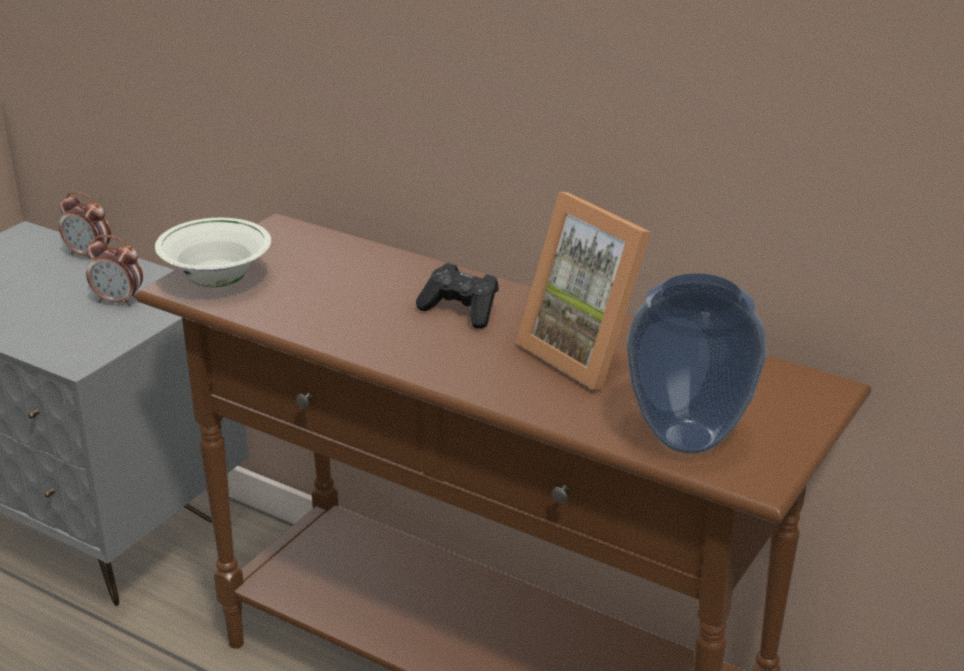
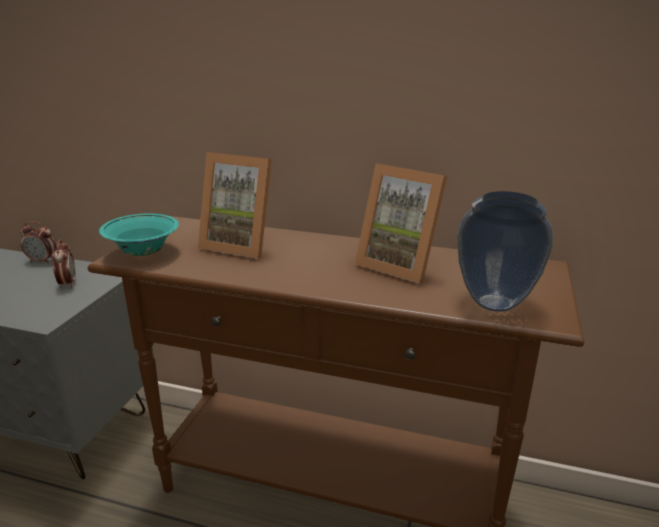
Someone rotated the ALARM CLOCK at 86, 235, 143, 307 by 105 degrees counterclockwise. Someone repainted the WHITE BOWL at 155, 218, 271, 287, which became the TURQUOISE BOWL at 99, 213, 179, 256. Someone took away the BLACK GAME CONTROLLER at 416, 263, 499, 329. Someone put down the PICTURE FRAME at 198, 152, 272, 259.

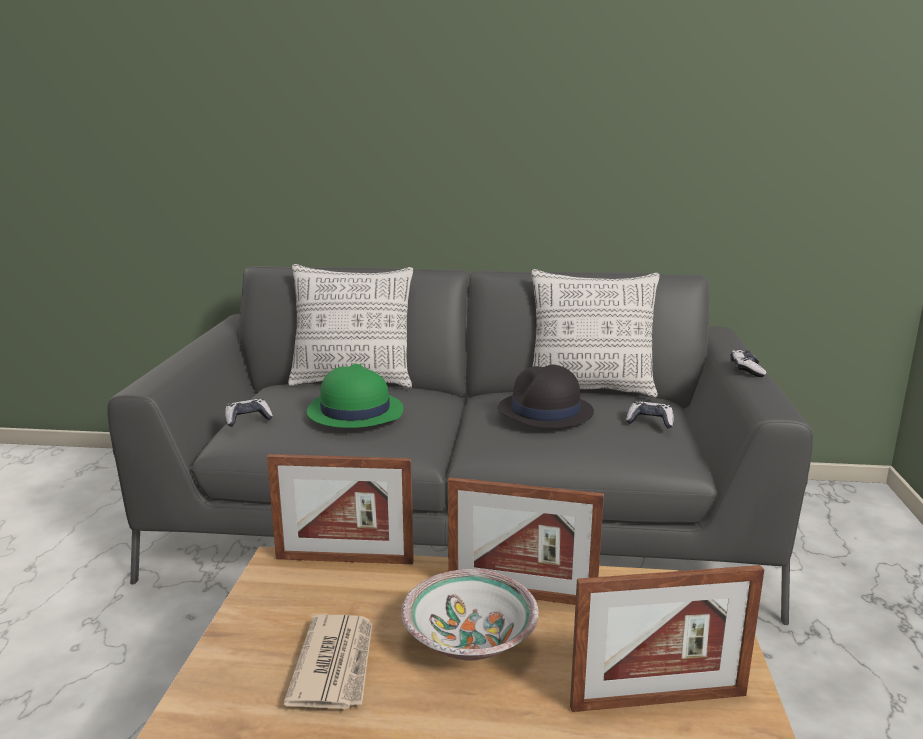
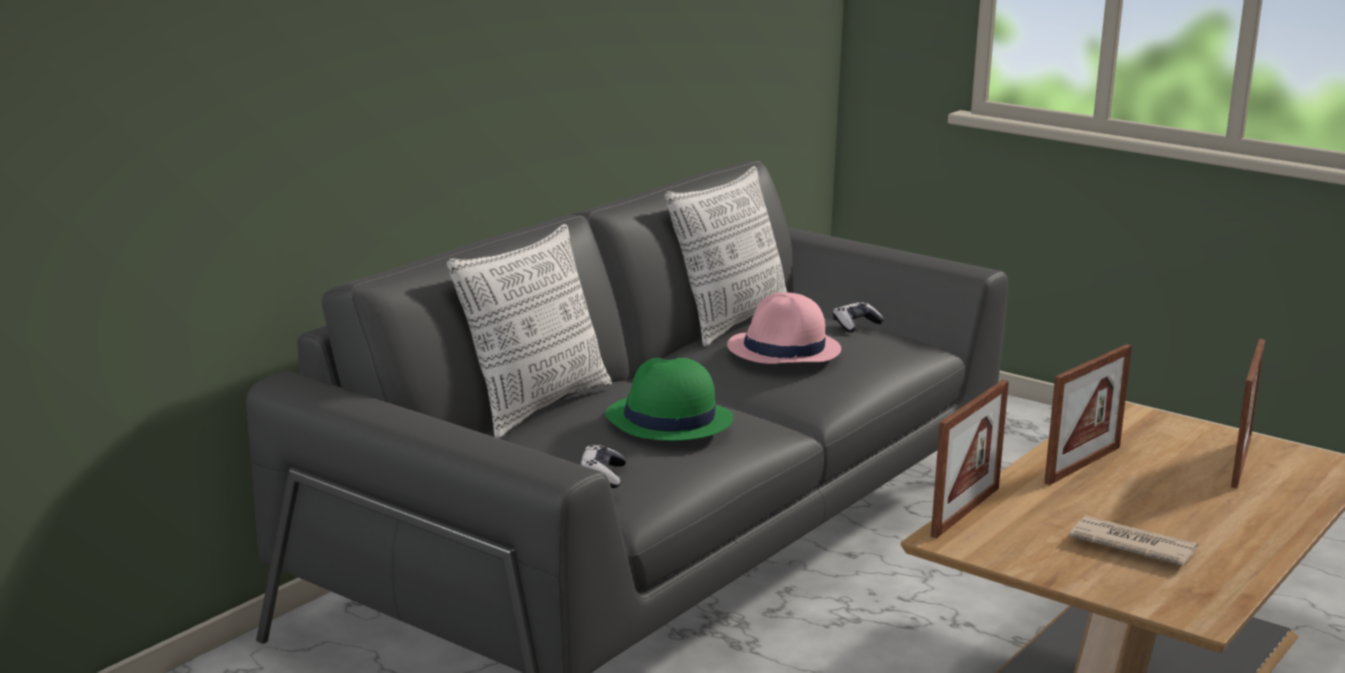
Someone took away the BOWL at 401, 569, 539, 661. Someone repainted the BLACK HAT at 498, 364, 594, 428, which became the PINK HAT at 727, 292, 841, 364. Someone took away the GAME CONTROLLER at 730, 349, 766, 377.

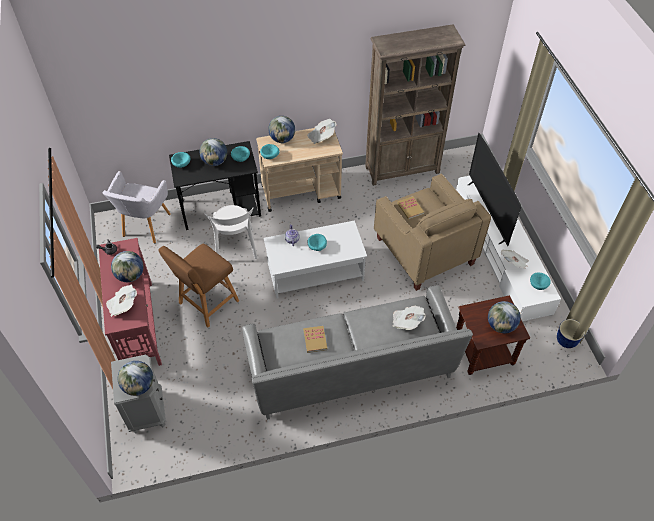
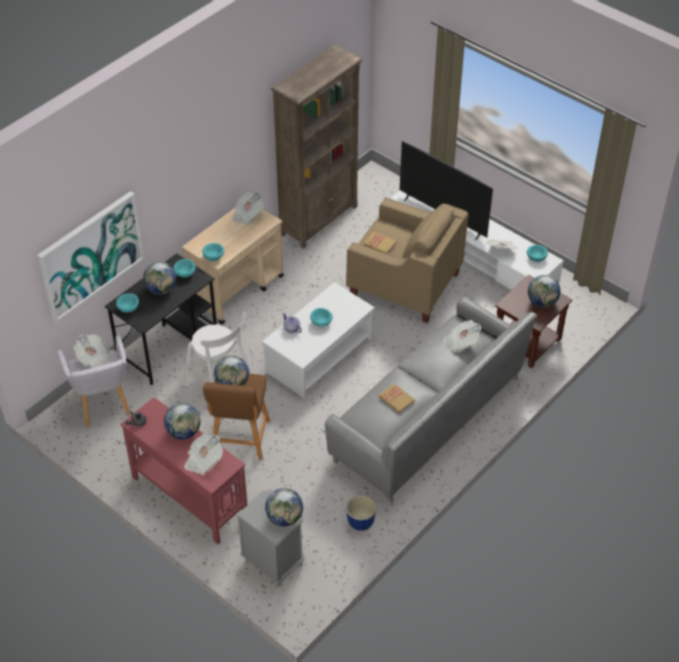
Someone carried the GLOBE from 268, 116, 295, 143 to 214, 355, 249, 386. Someone carried the PLANTER from 557, 319, 585, 348 to 346, 496, 376, 531. Someone put up the PICTURE at 37, 191, 144, 323. Someone put down the NEWSPAPER at 74, 334, 111, 368.

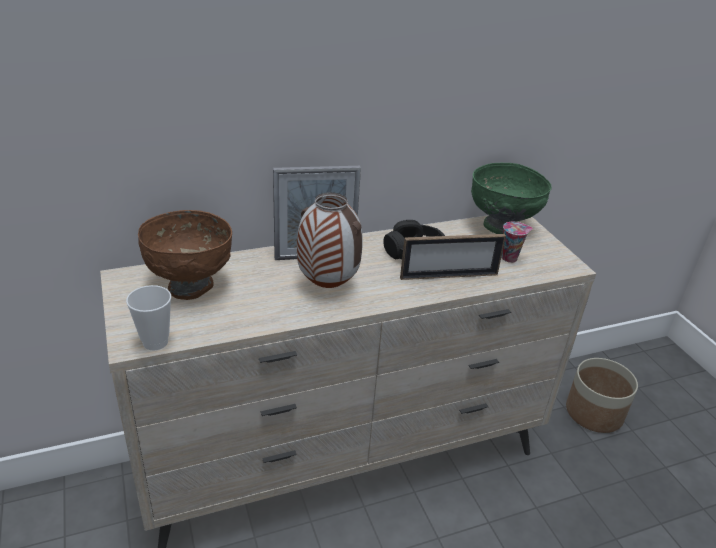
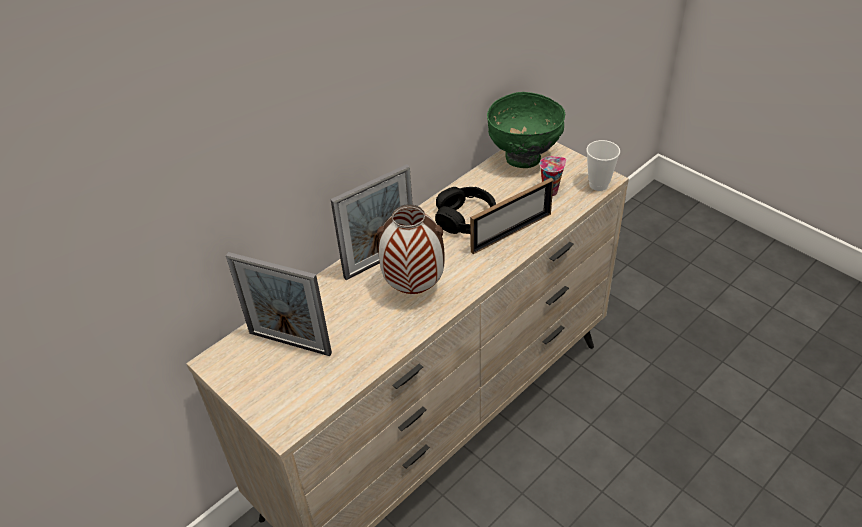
Someone carried the CUP from 126, 285, 171, 351 to 586, 140, 620, 191. Someone swapped the BROWN BOWL at 138, 210, 232, 300 for the PICTURE FRAME at 226, 252, 332, 356. Someone took away the PLANTER at 566, 358, 638, 433.

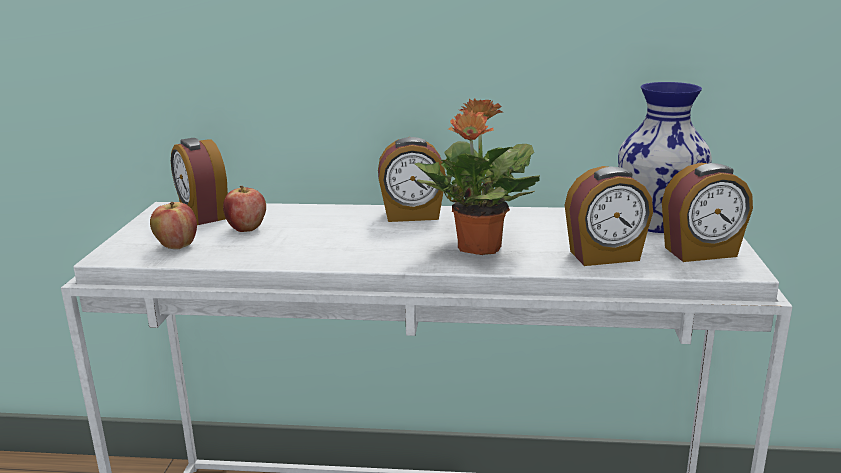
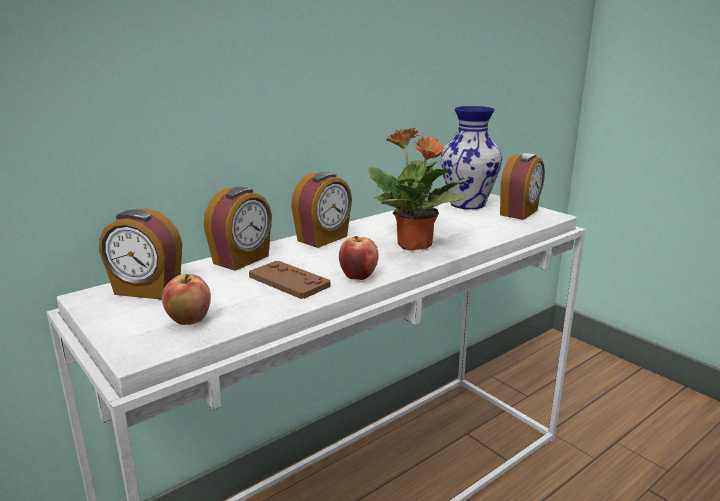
Someone carried the APPLE from 223, 186, 266, 232 to 339, 236, 379, 280. Someone carried the ALARM CLOCK from 565, 166, 653, 266 to 204, 187, 272, 271. Someone put down the BROWN GAME CONTROLLER at 249, 261, 330, 299.

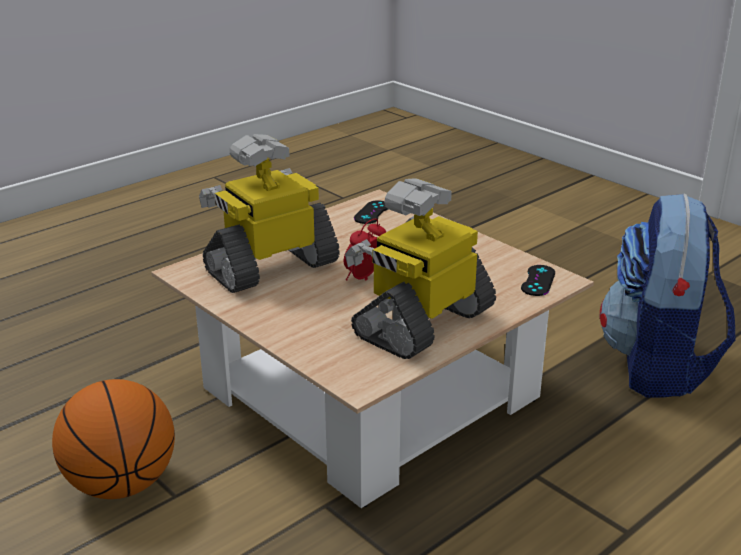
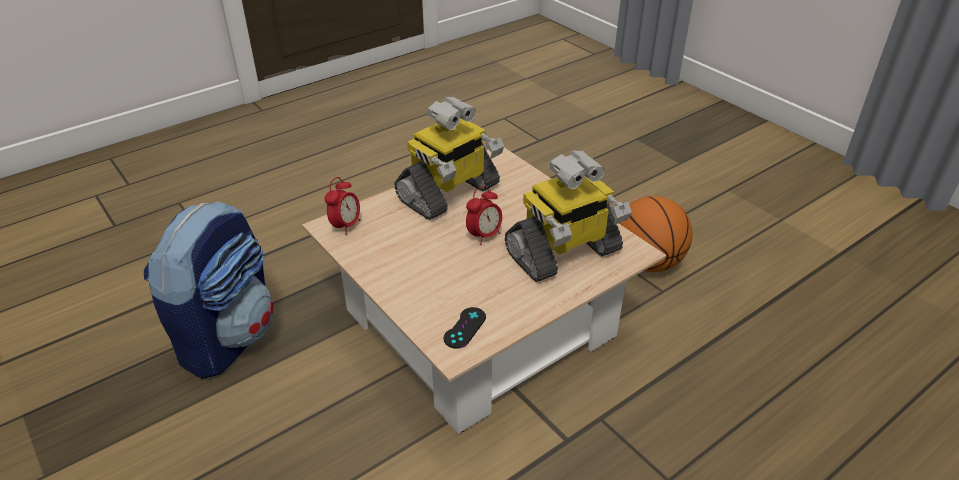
Someone swapped the BLACK GAME CONTROLLER at 521, 265, 555, 296 for the ALARM CLOCK at 324, 177, 360, 235.

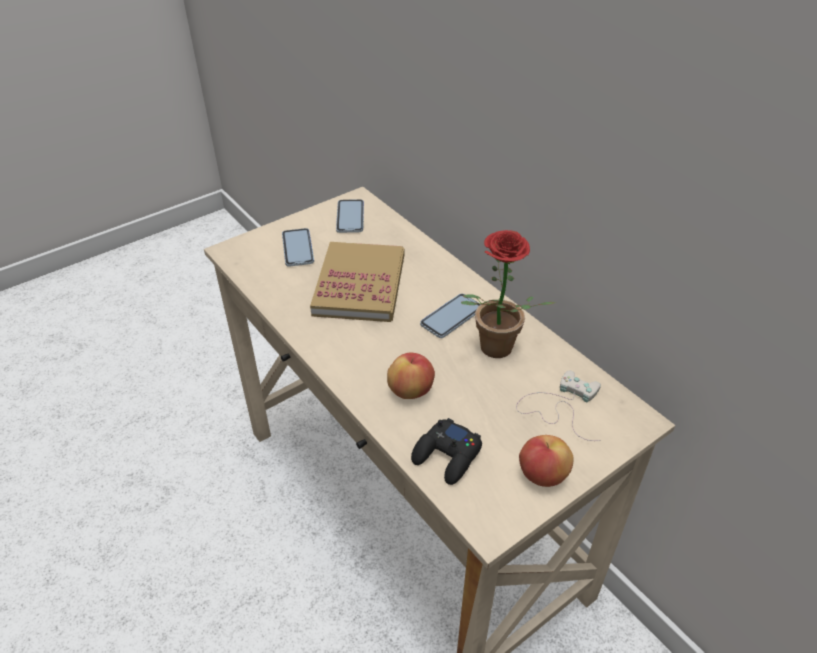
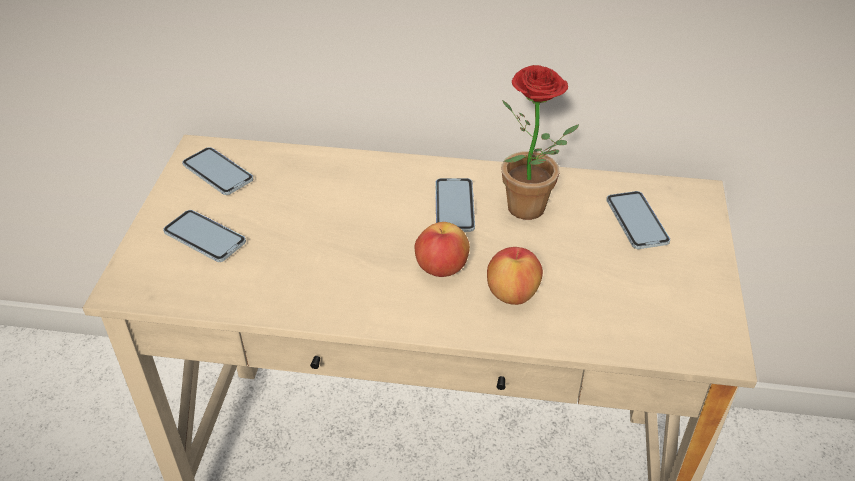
Someone took away the BOOK at 310, 242, 404, 322. Someone took away the BLACK GAME CONTROLLER at 411, 418, 482, 485. Someone swapped the WHITE GAME CONTROLLER at 516, 370, 601, 441 for the PHONE at 606, 191, 670, 249. Someone carried the APPLE from 519, 435, 574, 487 to 415, 222, 470, 277.

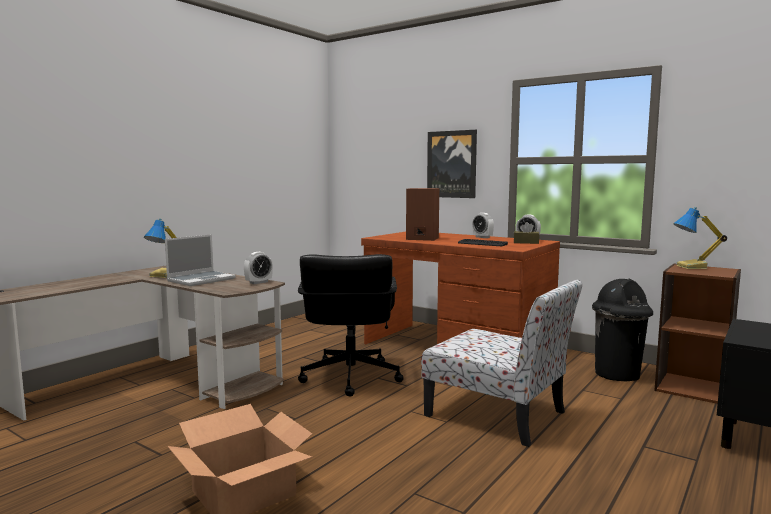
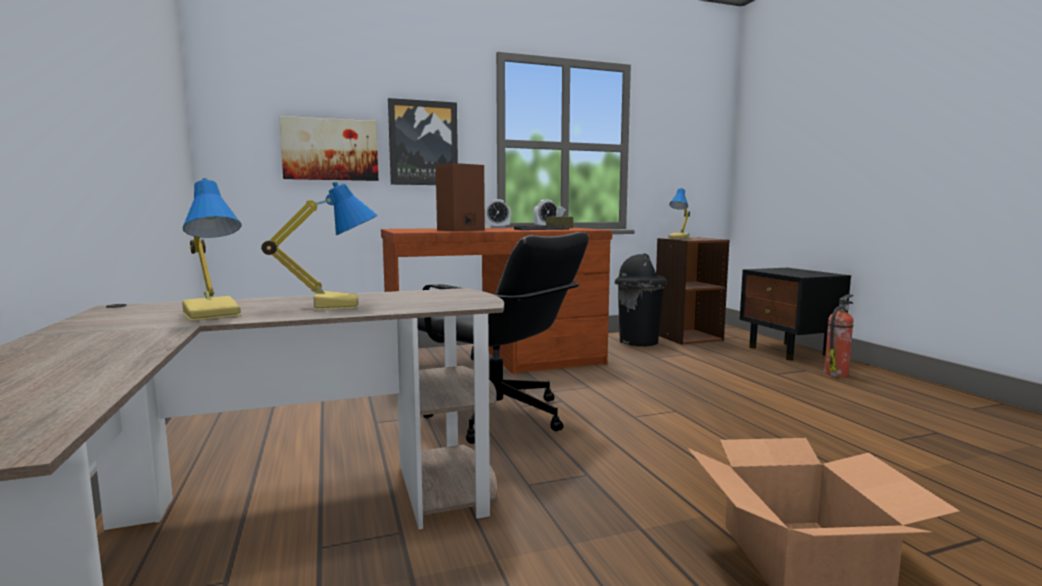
Someone swapped the LAPTOP at 165, 234, 236, 286 for the TABLE LAMP at 261, 181, 378, 310. Someone took away the ALARM CLOCK at 244, 252, 273, 284. Someone took away the CHAIR at 421, 280, 582, 447. Someone put up the PICTURE at 279, 116, 378, 181. Someone put down the FIRE EXTINGUISHER at 824, 294, 854, 377.

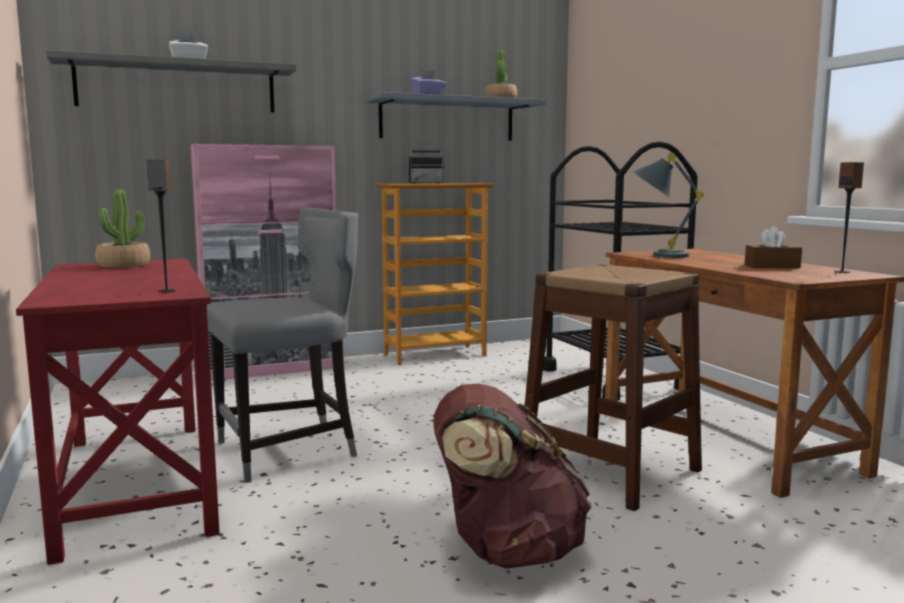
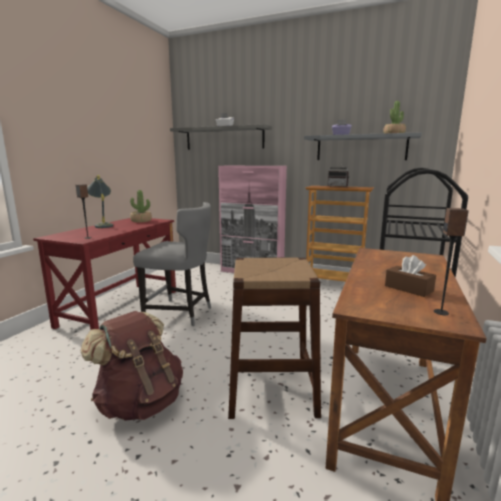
Someone carried the GREY TABLE LAMP from 632, 153, 704, 258 to 87, 175, 113, 228.

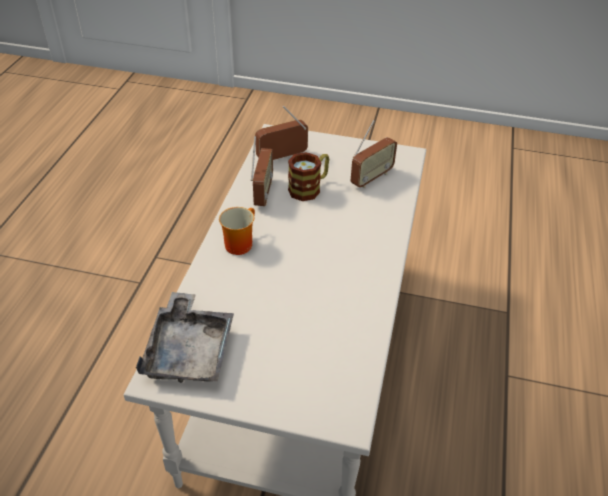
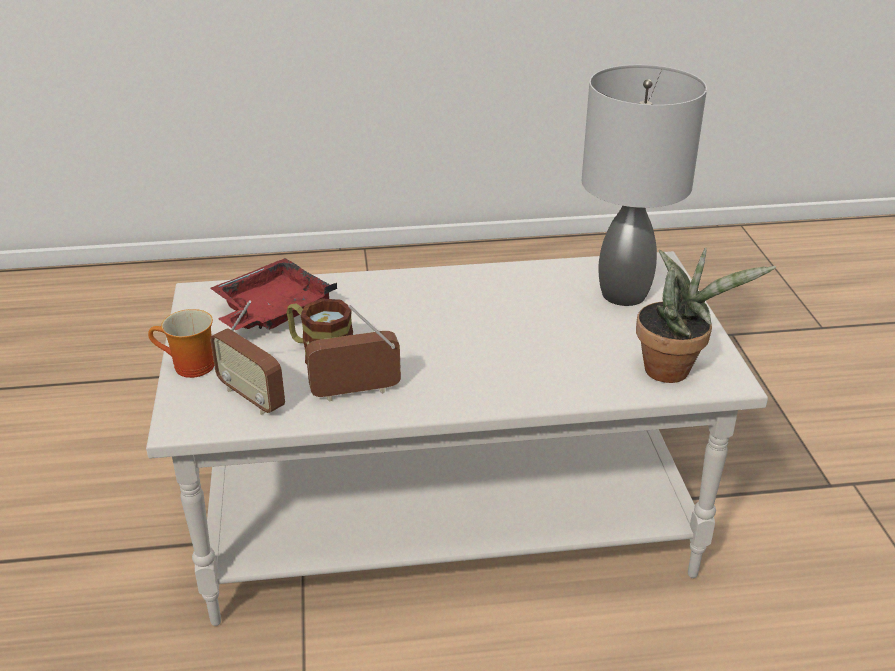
Someone swapped the GREY TRAY at 136, 292, 234, 383 for the POTTED PLANT at 636, 248, 776, 383. Someone carried the MUG from 219, 207, 255, 255 to 148, 309, 214, 378. Someone swapped the RADIO at 350, 120, 397, 188 for the RED TRAY at 210, 258, 337, 330. Someone put down the GREY TABLE LAMP at 582, 65, 707, 306.

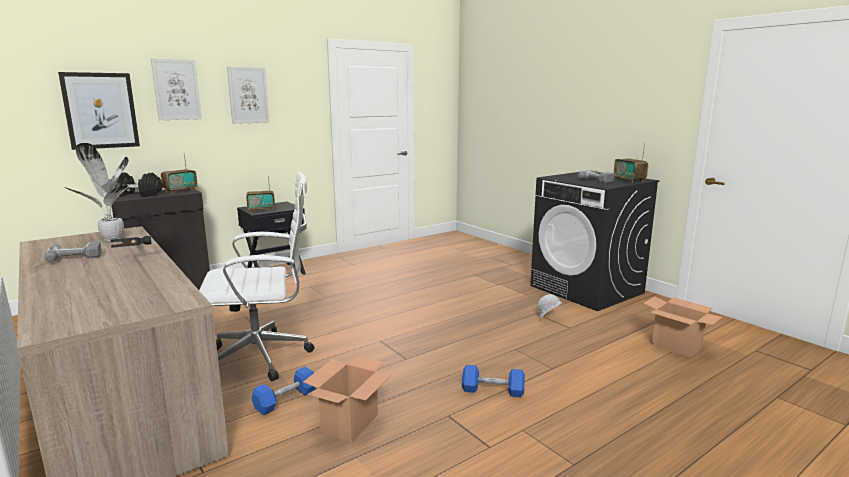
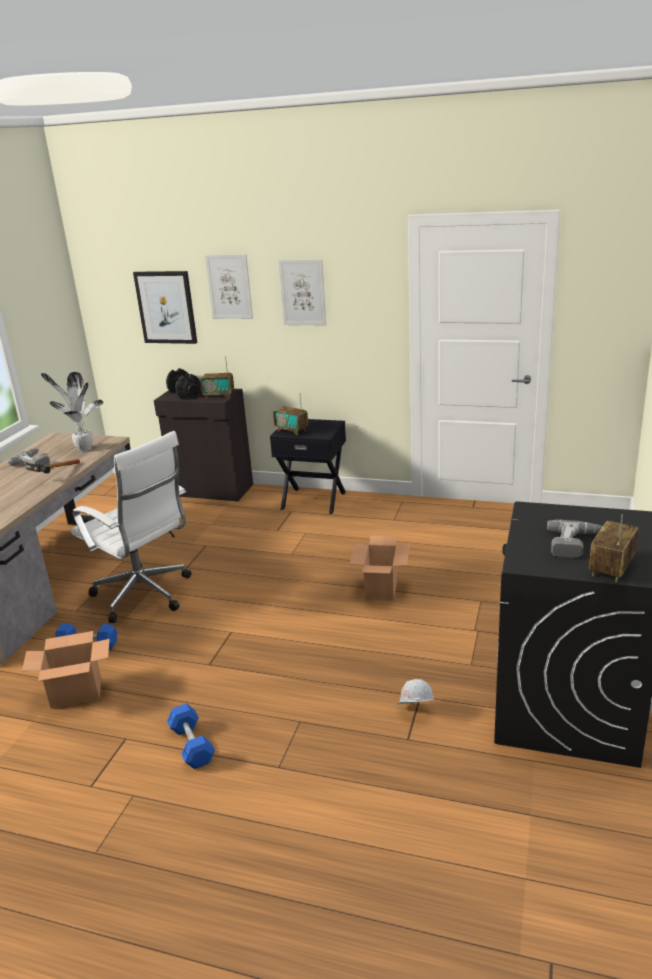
Someone carried the CARDBOARD BOX from 644, 297, 722, 358 to 349, 535, 410, 601.

